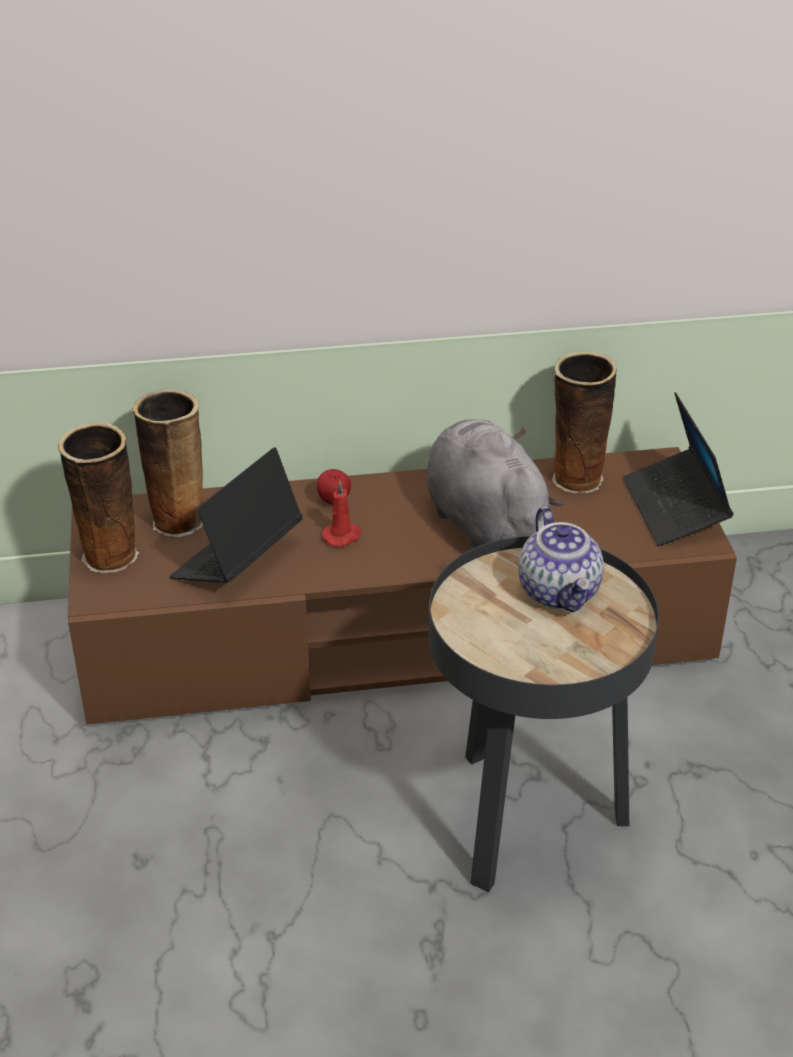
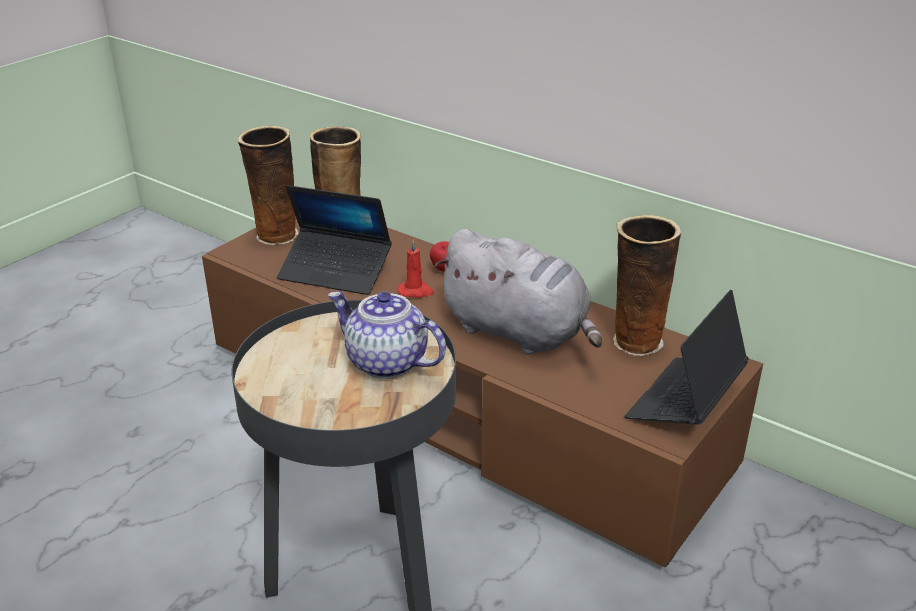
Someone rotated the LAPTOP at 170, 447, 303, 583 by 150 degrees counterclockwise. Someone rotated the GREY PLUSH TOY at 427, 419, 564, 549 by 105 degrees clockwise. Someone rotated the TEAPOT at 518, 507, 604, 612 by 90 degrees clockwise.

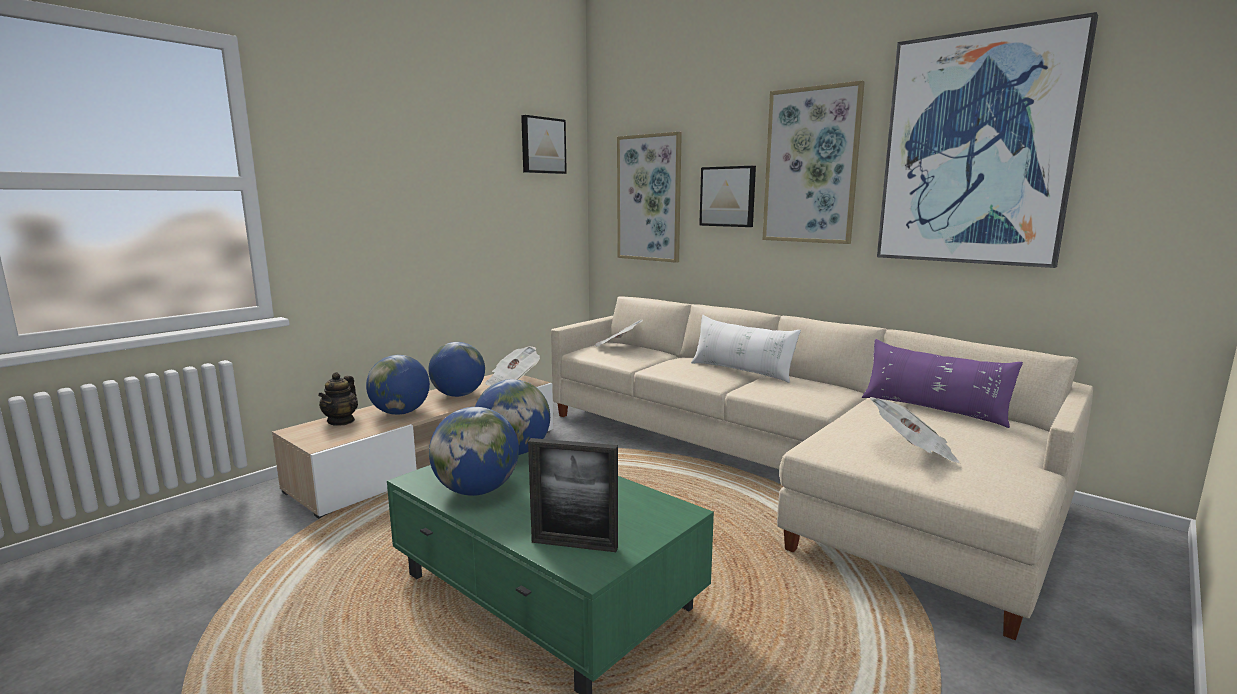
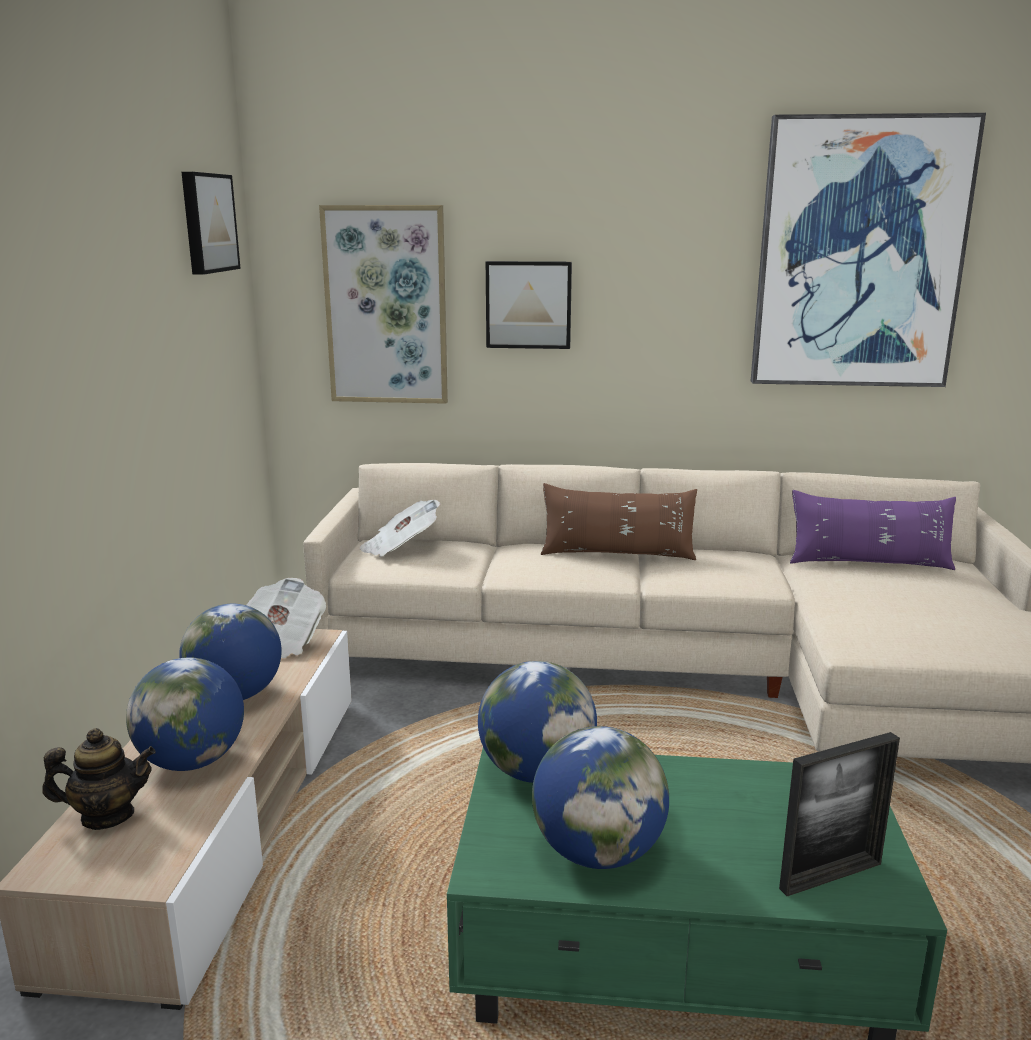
Someone rotated the TEAPOT at 318, 372, 358, 426 by 75 degrees counterclockwise. Someone repainted the WHITE PILLOW at 691, 315, 801, 383, which became the BROWN PILLOW at 541, 483, 697, 560. Someone took away the PICTURE at 762, 81, 865, 244. Someone took away the NEWSPAPER at 870, 397, 961, 464.

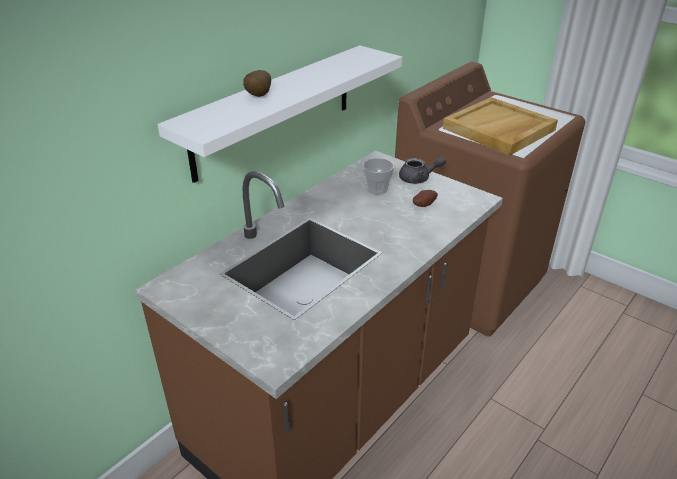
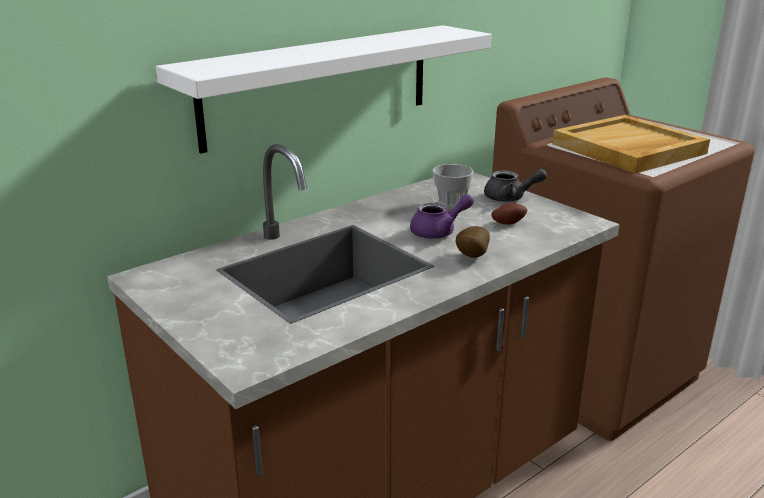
Someone carried the POTATO from 243, 70, 271, 97 to 455, 226, 490, 258. Someone put down the PURPLE TEAPOT at 410, 194, 474, 239.

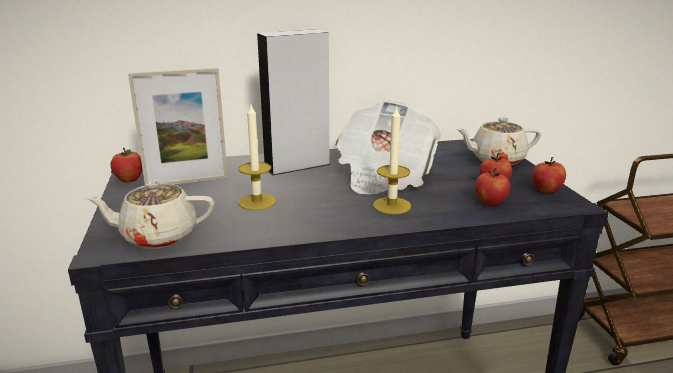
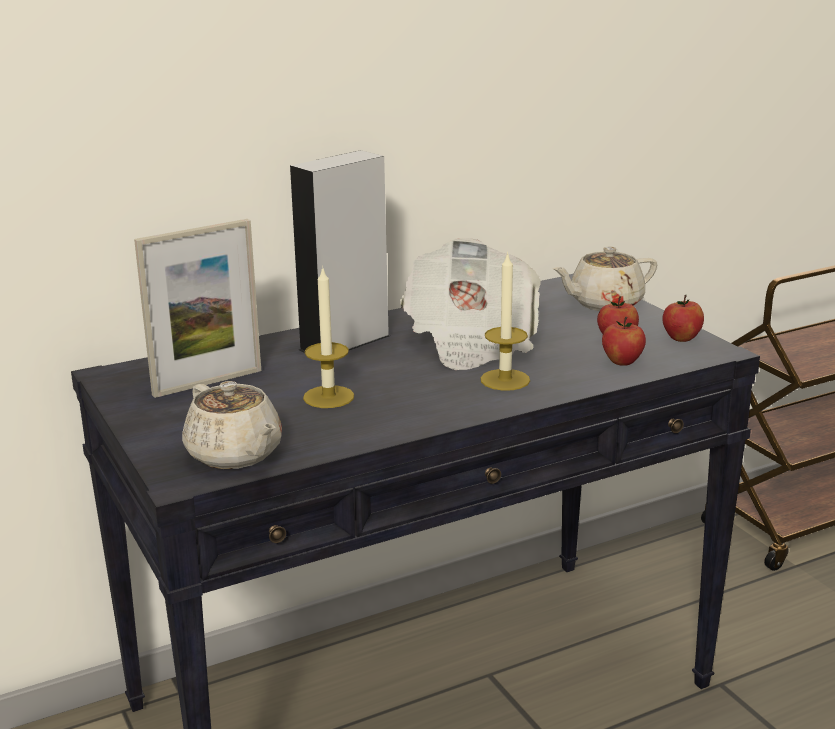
Someone rotated the BEIGE TEAPOT at 86, 181, 215, 249 by 105 degrees counterclockwise. Someone took away the APPLE at 111, 148, 143, 183.

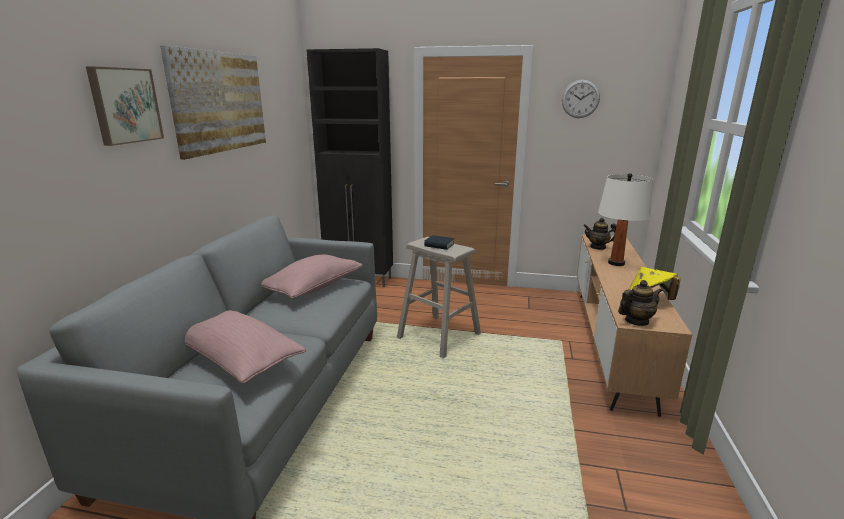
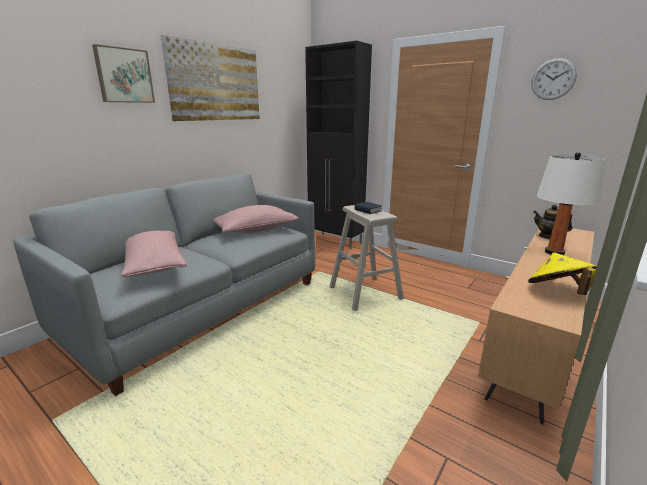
Someone took away the TEAPOT at 618, 280, 662, 326.

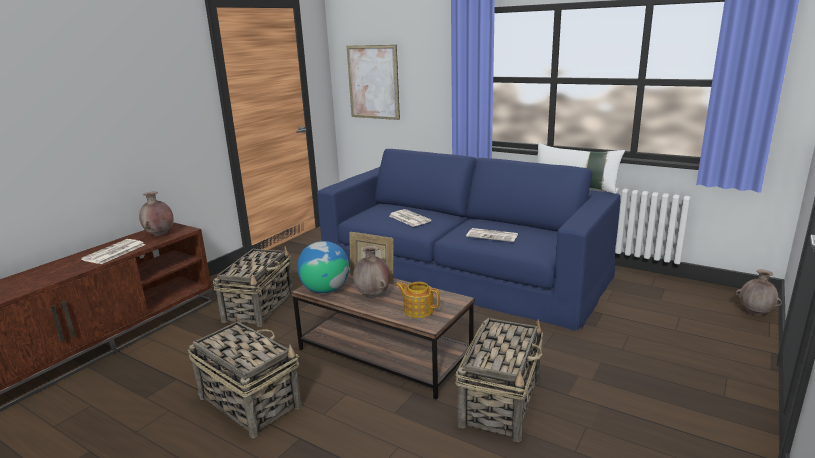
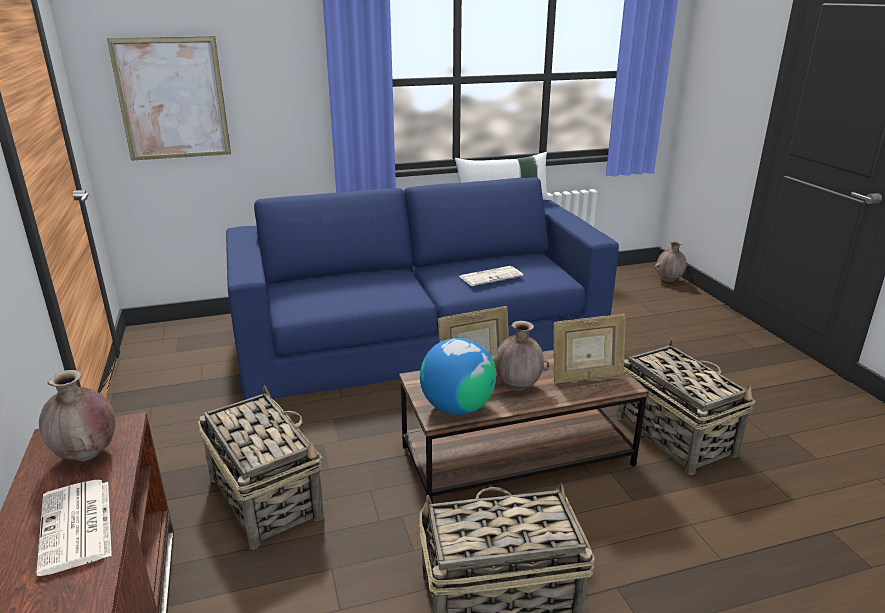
Someone took away the NEWSPAPER at 390, 209, 431, 227. Someone swapped the TEAPOT at 396, 282, 440, 318 for the PICTURE FRAME at 553, 314, 626, 384.

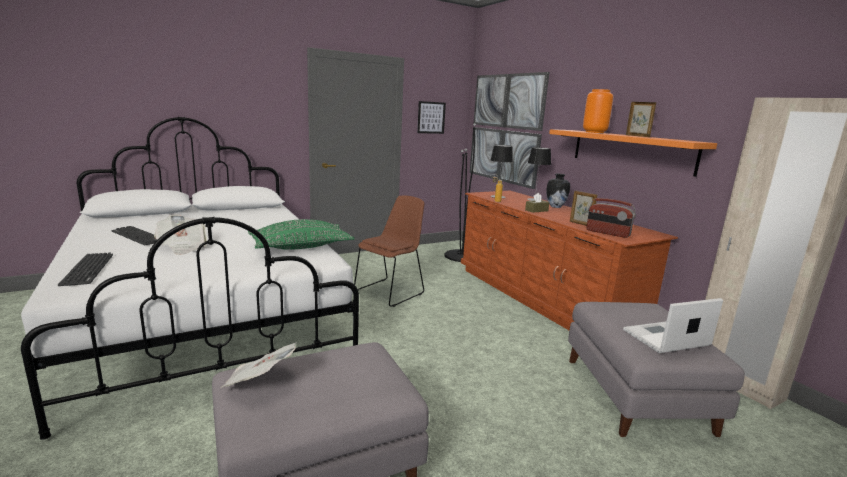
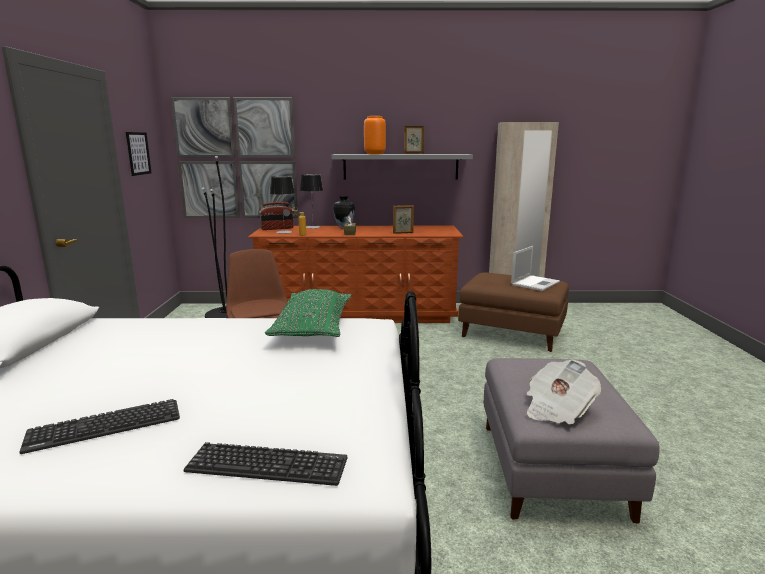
Someone took away the NEWSPAPER at 154, 215, 207, 255. Someone repainted the ORANGE SHELF at 549, 129, 717, 177, which became the GREY SHELF at 331, 154, 473, 180. Someone repainted the GREY OTTOMAN at 568, 302, 745, 437, which became the BROWN OTTOMAN at 458, 272, 569, 352. Someone carried the RADIO from 586, 198, 636, 238 to 259, 202, 293, 230. Someone rotated the LAPTOP at 623, 298, 723, 353 by 150 degrees counterclockwise.

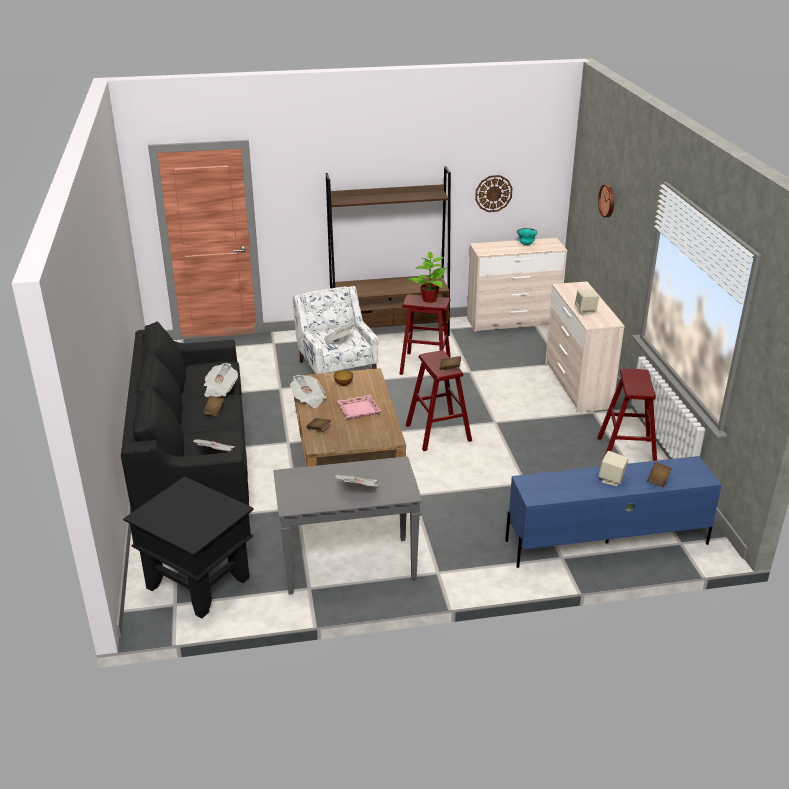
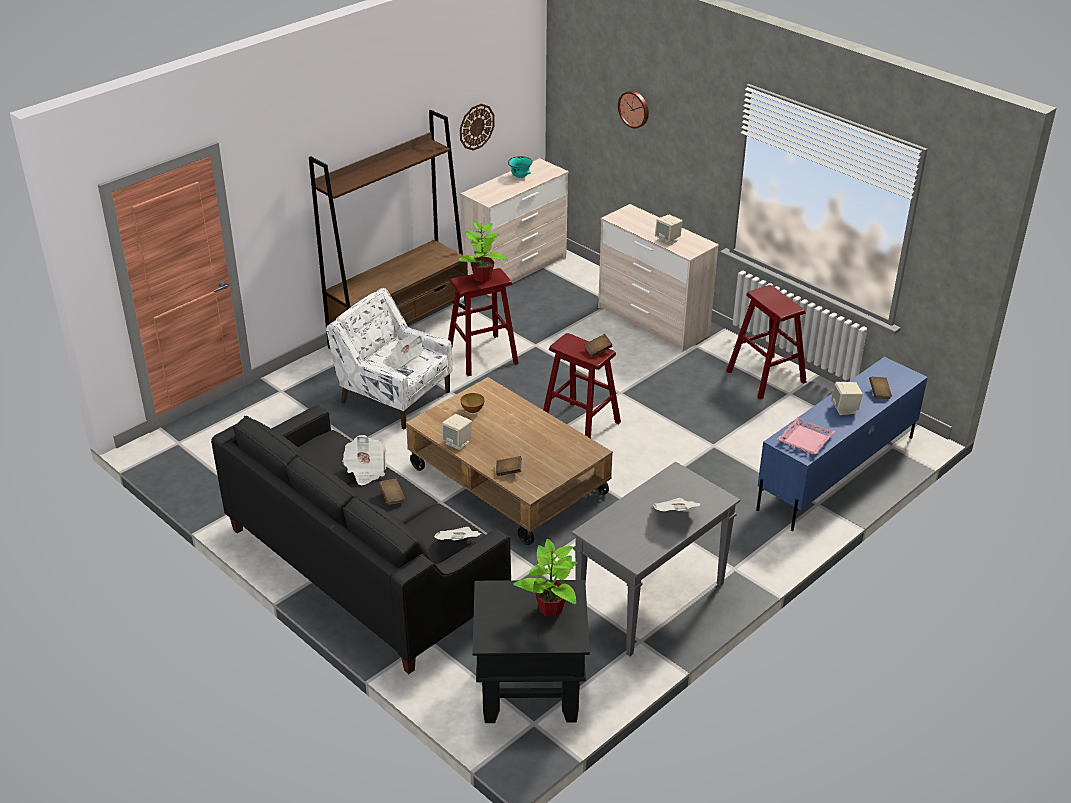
Someone swapped the NEWSPAPER at 290, 375, 326, 408 for the BEIGE SPEAKER at 442, 414, 472, 450. Someone carried the PINK TRAY from 337, 394, 382, 419 to 778, 417, 835, 455. Someone put down the POTTED PLANT at 513, 539, 578, 617.

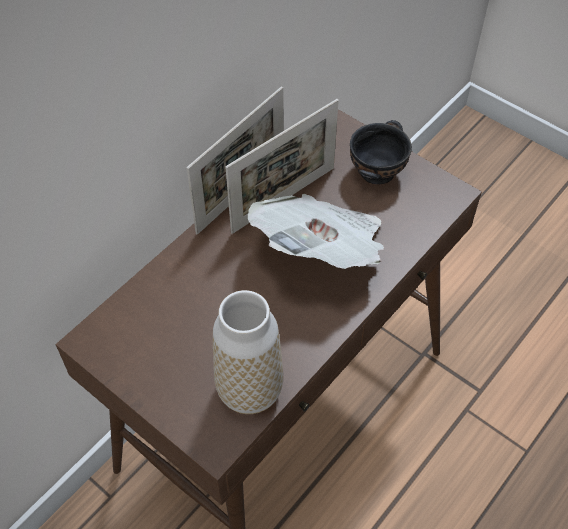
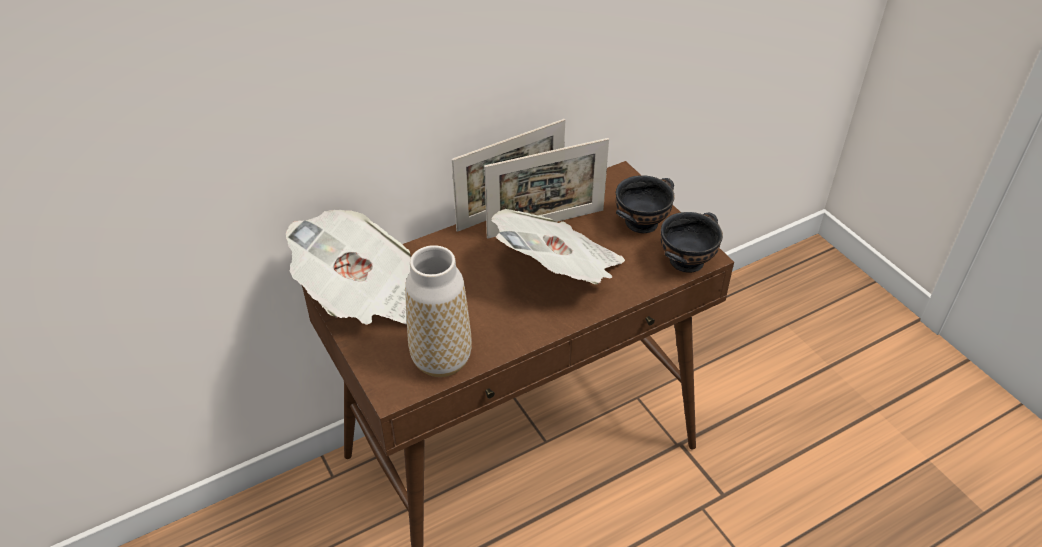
Someone put down the NEWSPAPER at 286, 210, 411, 325. Someone put down the BLACK BOWL at 661, 212, 723, 273.

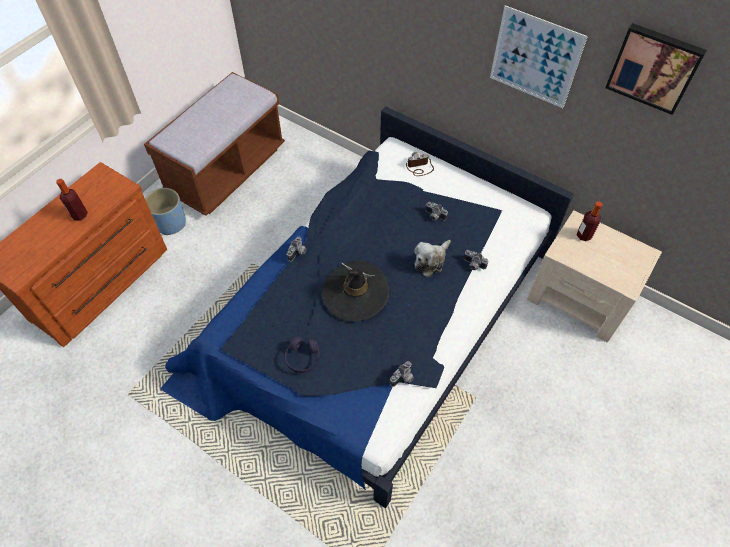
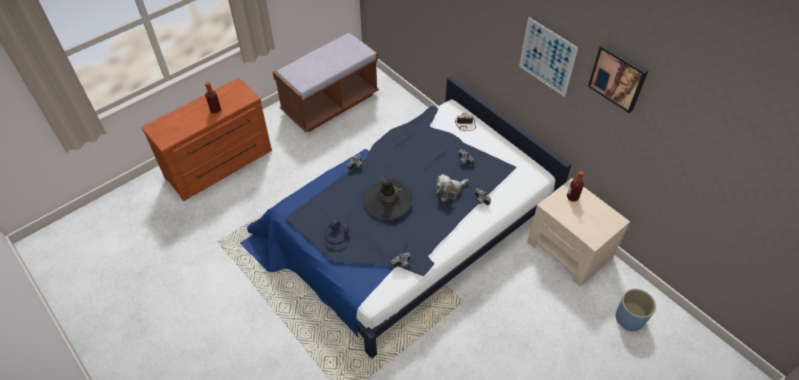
Someone carried the BLUE PLANTER from 145, 188, 186, 235 to 616, 289, 656, 331.

